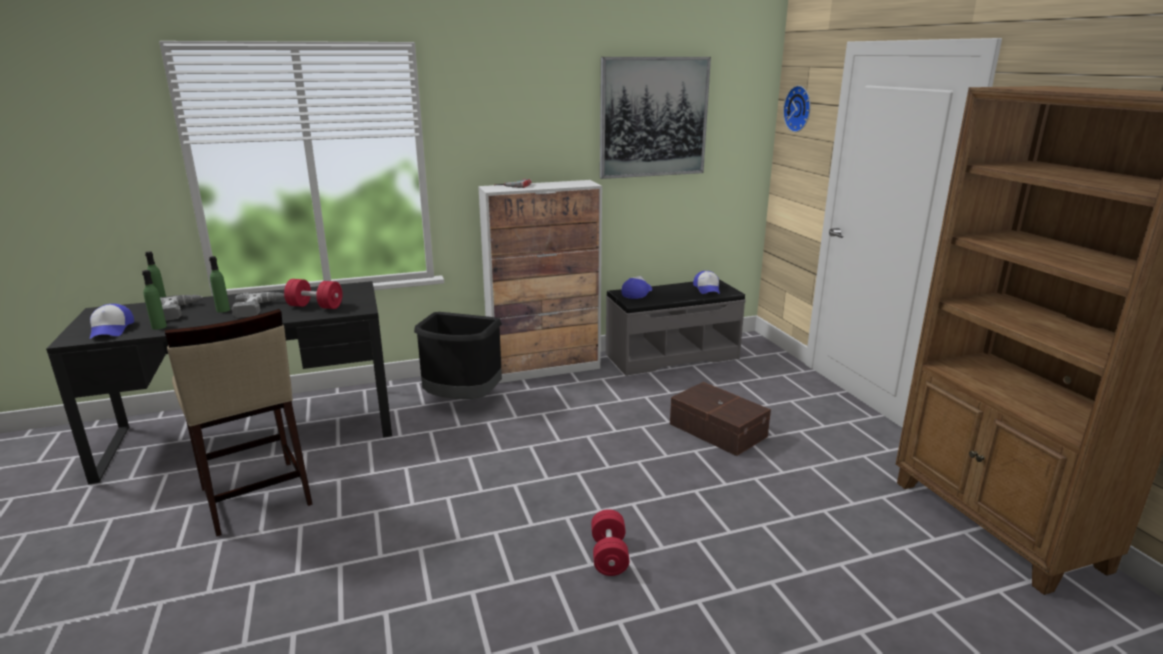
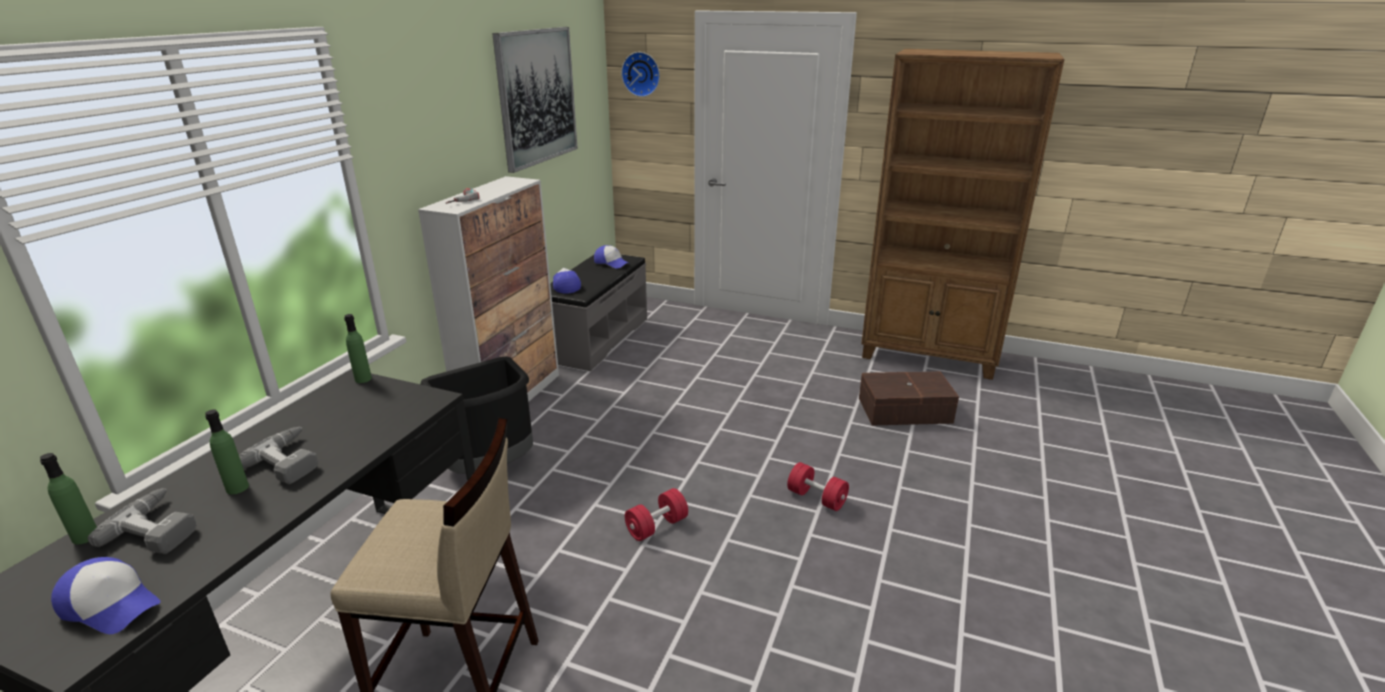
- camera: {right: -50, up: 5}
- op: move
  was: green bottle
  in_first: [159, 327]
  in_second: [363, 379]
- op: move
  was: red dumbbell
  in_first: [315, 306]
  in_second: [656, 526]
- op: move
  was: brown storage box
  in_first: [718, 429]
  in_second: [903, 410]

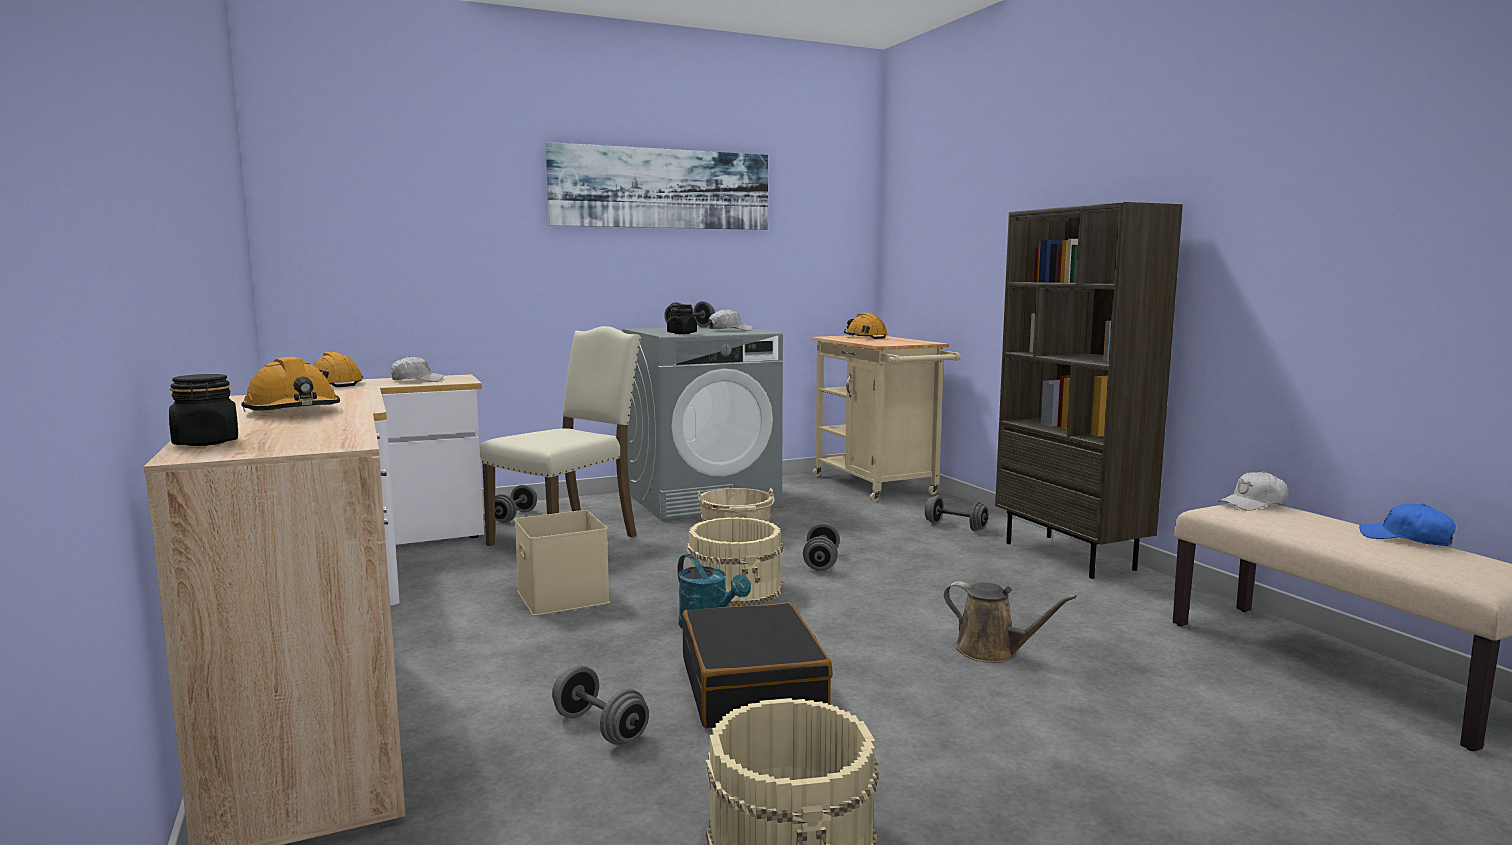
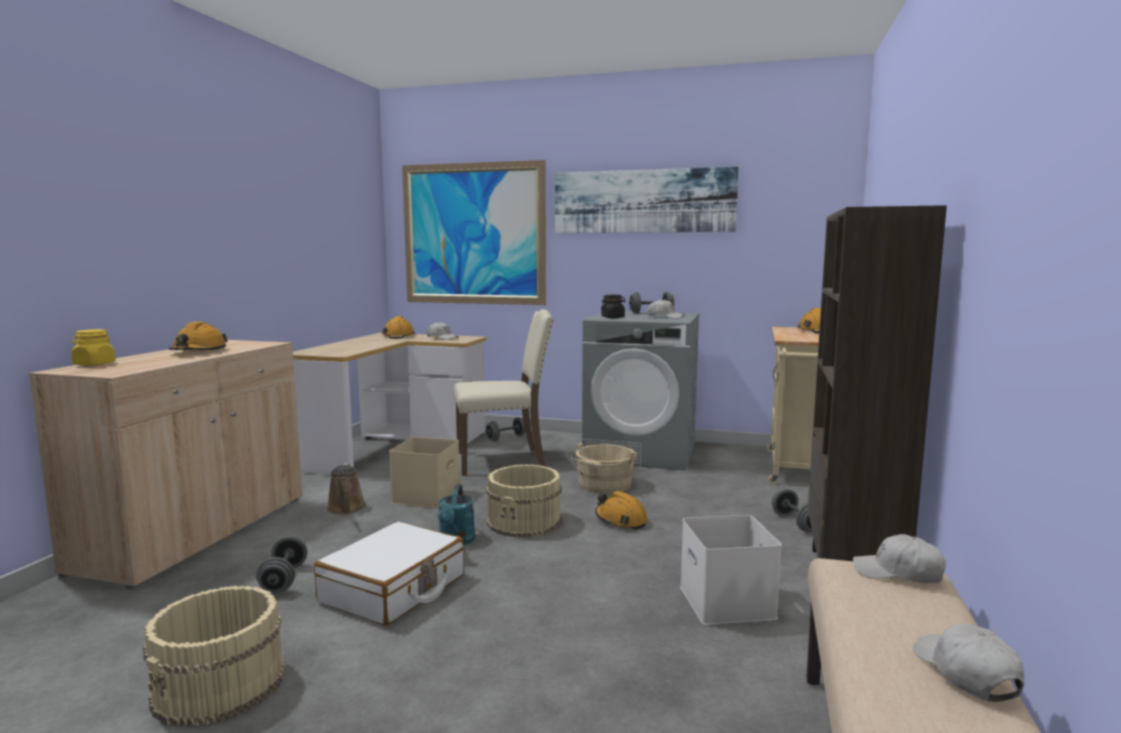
- camera: {right: 40, up: 0}
- op: recolor
  was: black jar
  now: yellow jar
  in_first: [206, 442]
  in_second: [94, 364]
- op: recolor
  was: blue cap
  now: white cap
  in_first: [1406, 539]
  in_second: [965, 673]
- op: replace
  was: grey dumbbell
  now: orange hard hat
  in_first: [821, 562]
  in_second: [621, 520]
- op: move
  was: brown watering can
  in_first: [992, 652]
  in_second: [346, 509]
- op: recolor
  was: black suitcase
  now: white suitcase
  in_first: [753, 687]
  in_second: [394, 589]
- op: insert
  now: picture
  in_second: [473, 234]
- op: insert
  now: white storage box
  in_second: [729, 603]

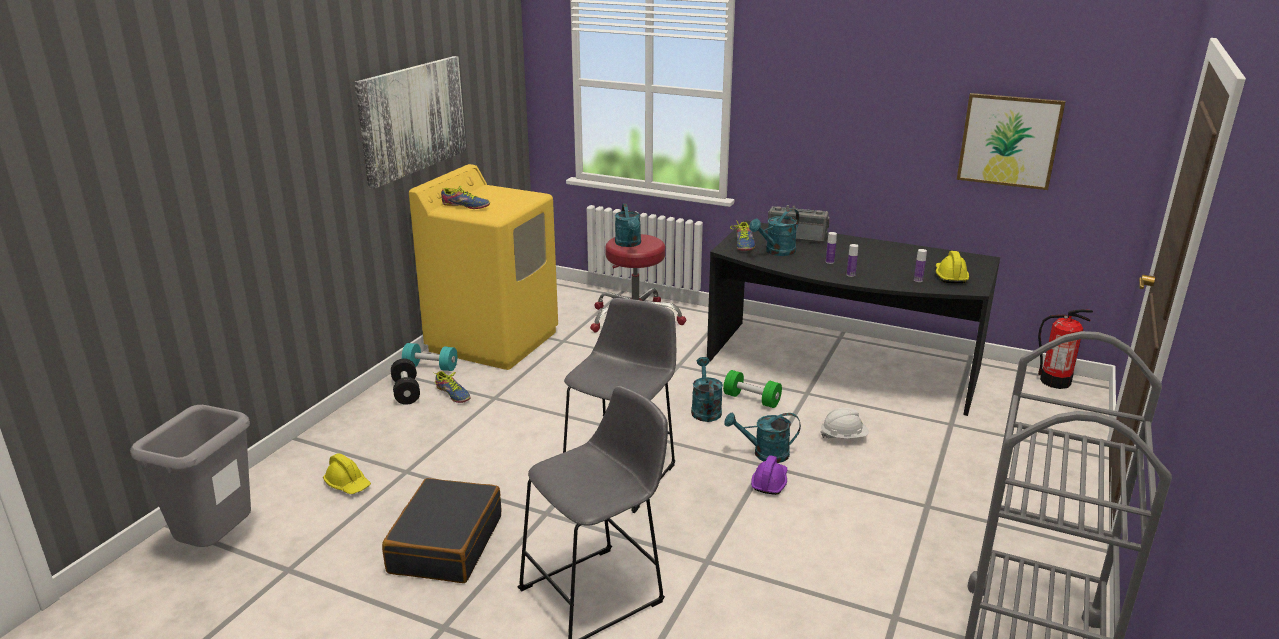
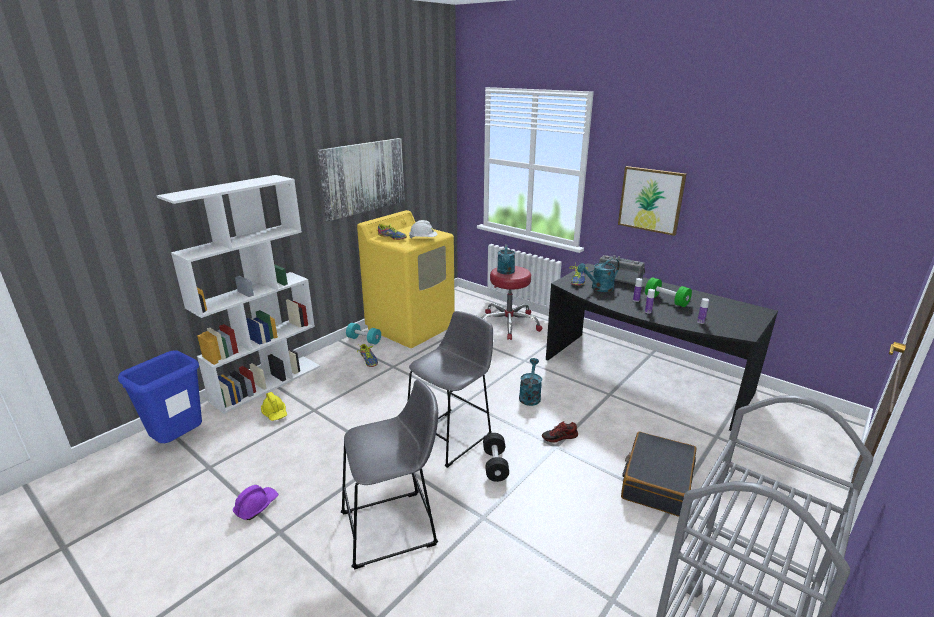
- camera: {right: 15, up: 0}
- op: move
  was: picture
  in_first: [1009, 141]
  in_second: [651, 200]
- op: delete
  was: yellow hard hat
  in_first: [950, 276]
- op: delete
  was: fire extinguisher
  in_first: [1054, 381]
- op: move
  was: black dumbbell
  in_first: [406, 392]
  in_second: [495, 465]
- op: move
  was: green dumbbell
  in_first: [751, 399]
  in_second: [666, 300]
- op: recolor
  was: grey trash can
  now: blue trash can
  in_first: [219, 544]
  in_second: [180, 441]
- op: move
  was: white hard hat
  in_first: [843, 437]
  in_second: [423, 239]
- op: replace
  was: turquoise watering can
  now: shoe
  in_first: [764, 454]
  in_second: [559, 437]
- op: move
  was: purple hard hat
  in_first: [769, 482]
  in_second: [256, 506]
- op: move
  was: black suitcase
  in_first: [445, 544]
  in_second: [656, 482]
- op: insert
  now: white bookcase
  in_second: [267, 383]

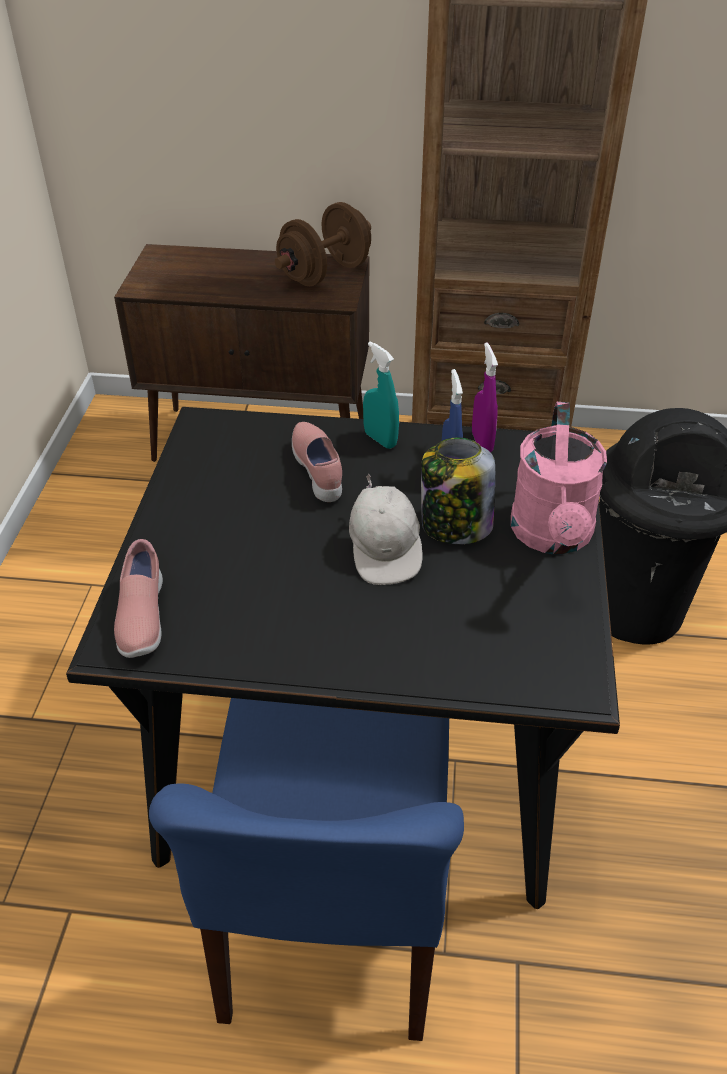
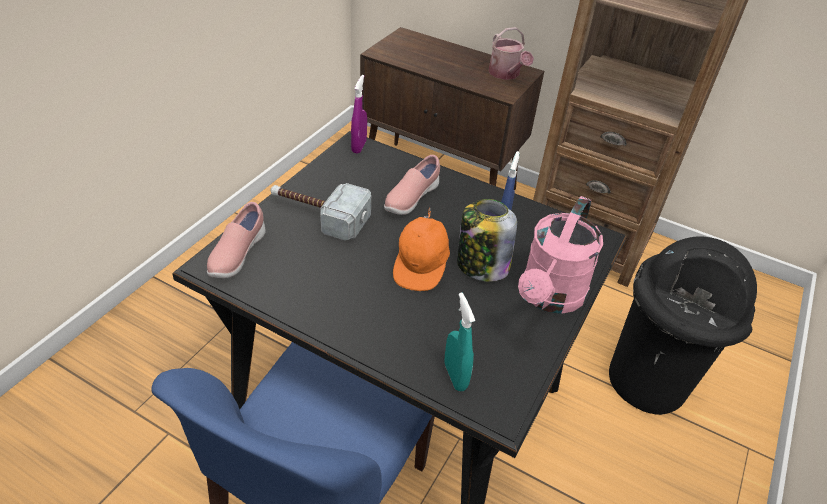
- camera: {right: 20, up: 0}
- op: replace
  was: brown dumbbell
  now: watering can
  in_first: [325, 273]
  in_second: [506, 74]
- op: move
  was: turquoise spray bottle
  in_first: [380, 439]
  in_second: [455, 376]
- op: move
  was: purple spray bottle
  in_first: [482, 443]
  in_second: [359, 146]
- op: rotate
  was: pink shoe
  in_first: [319, 471]
  in_second: [411, 199]
  clockwise: -150
- op: recolor
  was: white cap
  now: orange cap
  in_first: [385, 551]
  in_second: [421, 266]
- op: insert
  now: hammer
  in_second: [318, 215]

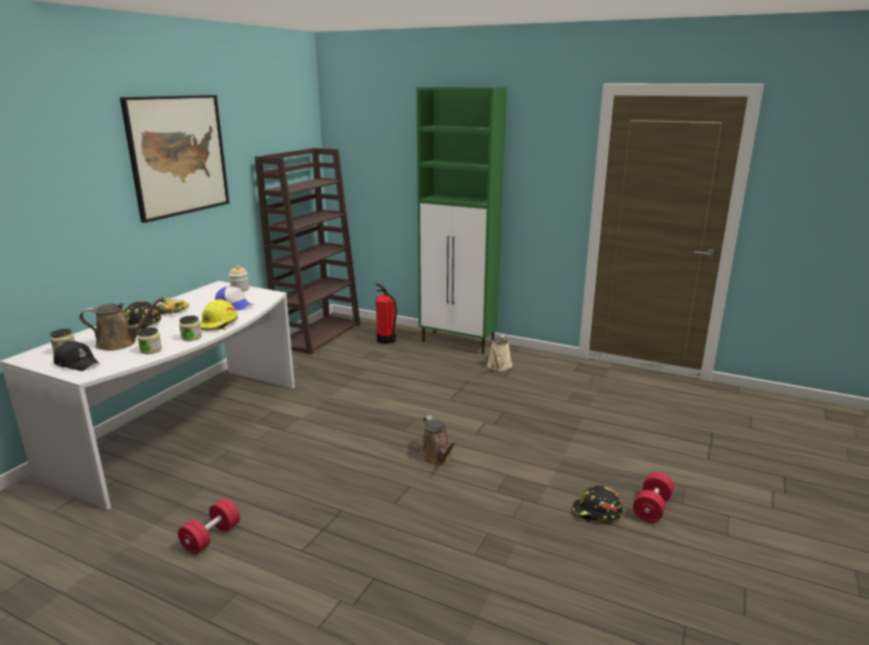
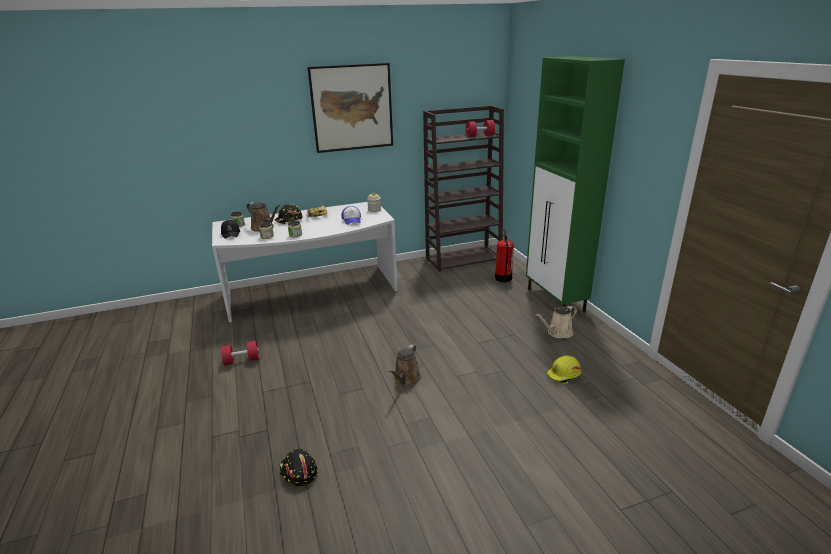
- camera: {right: 45, up: 5}
- op: move
  was: yellow hard hat
  in_first: [219, 324]
  in_second: [564, 375]
- op: move
  was: red dumbbell
  in_first: [652, 508]
  in_second: [480, 136]
- op: move
  was: black hard hat
  in_first: [596, 513]
  in_second: [298, 472]

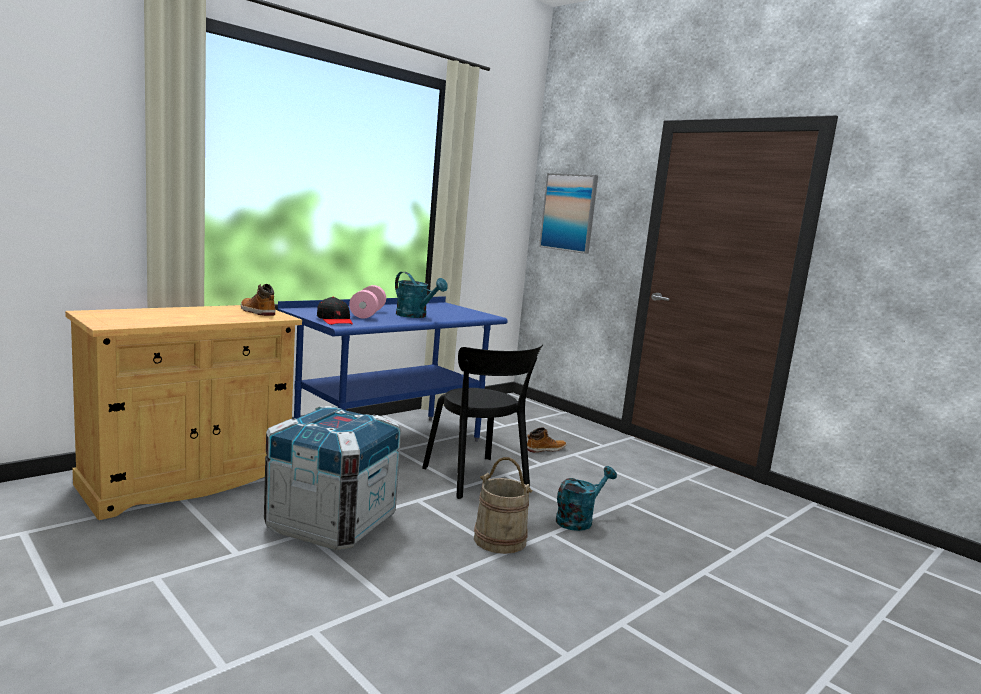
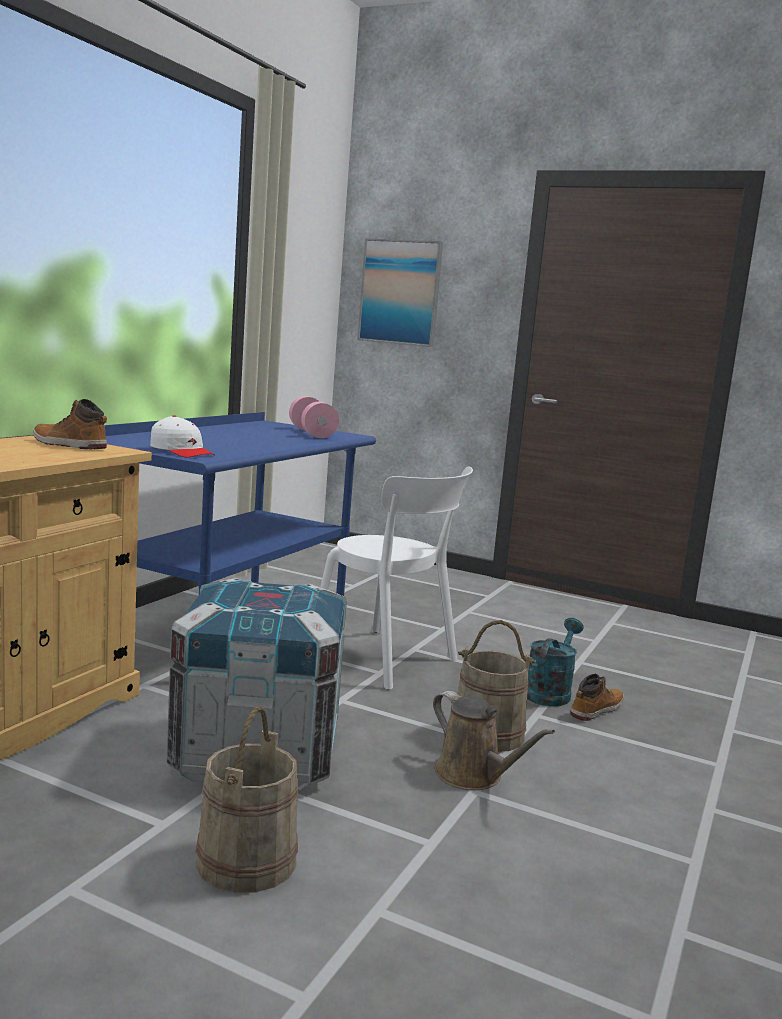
- camera: {right: -20, up: 0}
- op: delete
  was: turquoise watering can
  in_first: [415, 316]
- op: move
  was: pink dumbbell
  in_first: [367, 314]
  in_second: [312, 433]
- op: recolor
  was: black cap
  now: white cap
  in_first: [335, 320]
  in_second: [182, 451]
- op: recolor
  was: black chair
  now: white chair
  in_first: [477, 479]
  in_second: [387, 660]
- op: move
  was: boot
  in_first: [545, 449]
  in_second: [595, 710]
- op: insert
  now: brown watering can
  in_second: [473, 776]
- op: insert
  now: beige bucket
  in_second: [246, 860]

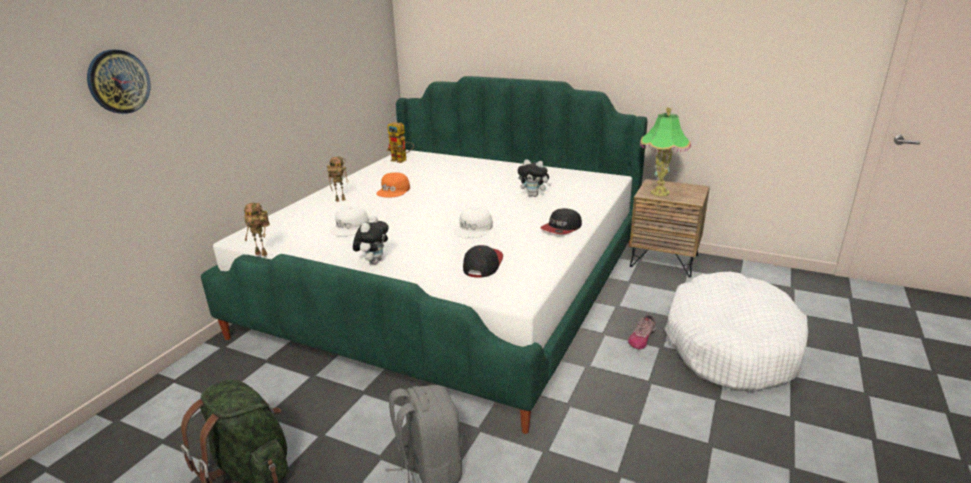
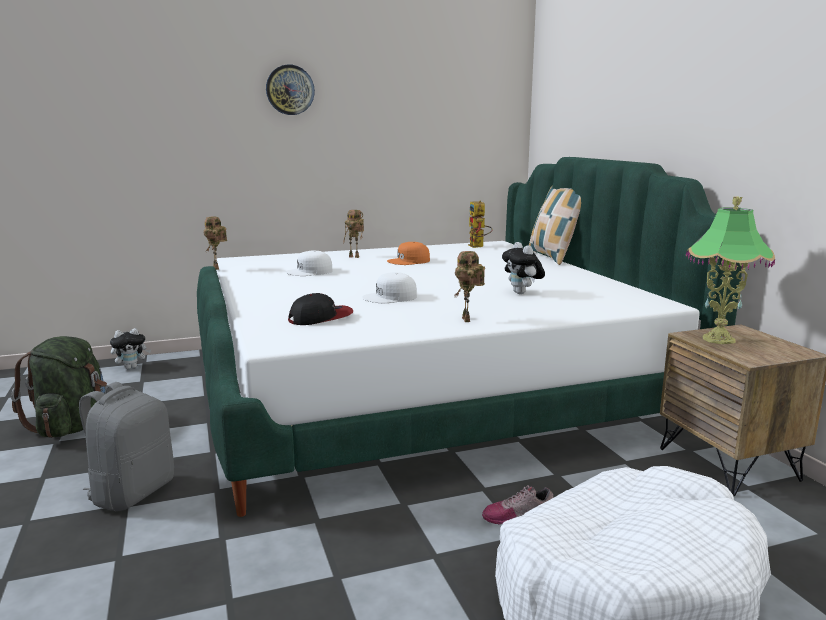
- camera: {right: 45, up: -10}
- op: move
  was: wall clock
  in_first: [118, 81]
  in_second: [290, 90]
- op: replace
  was: cap
  now: toy robot
  in_first: [561, 228]
  in_second: [468, 320]
- op: move
  was: plush toy
  in_first: [373, 261]
  in_second: [132, 367]
- op: insert
  now: pillow
  in_second: [554, 257]

